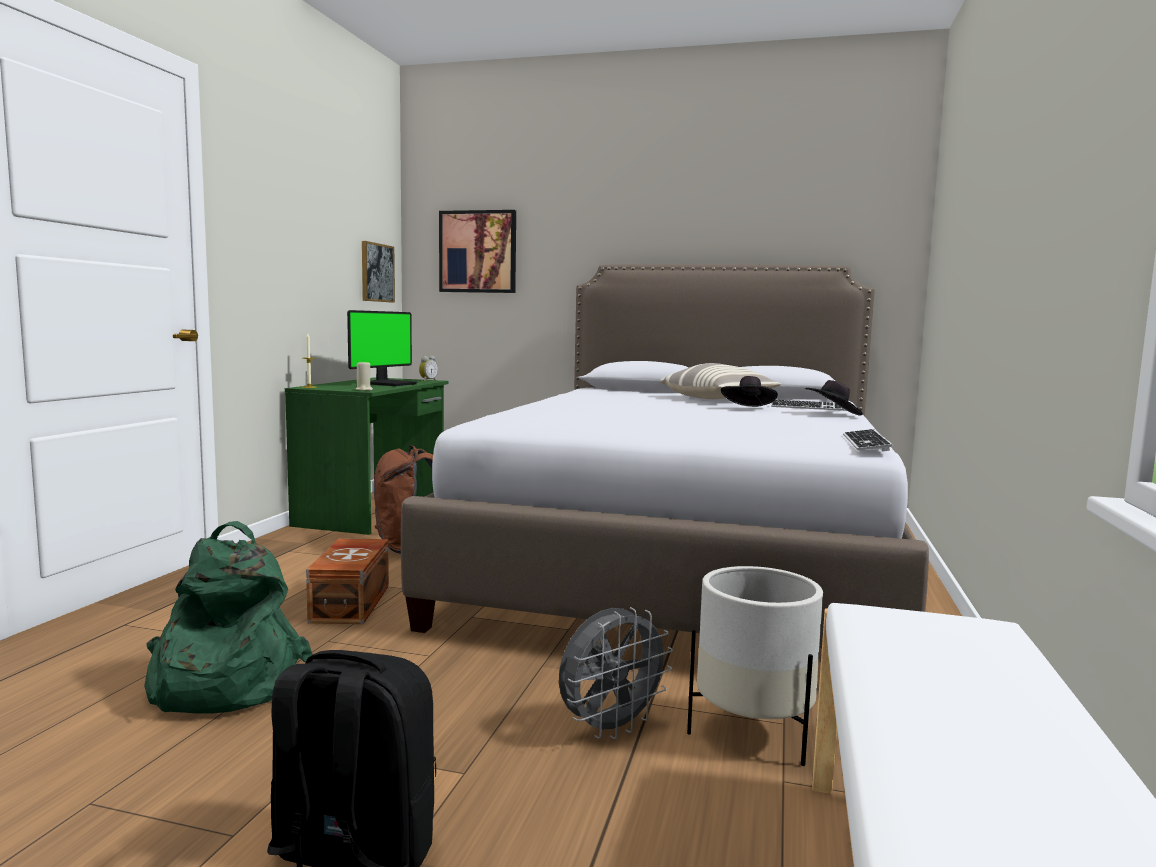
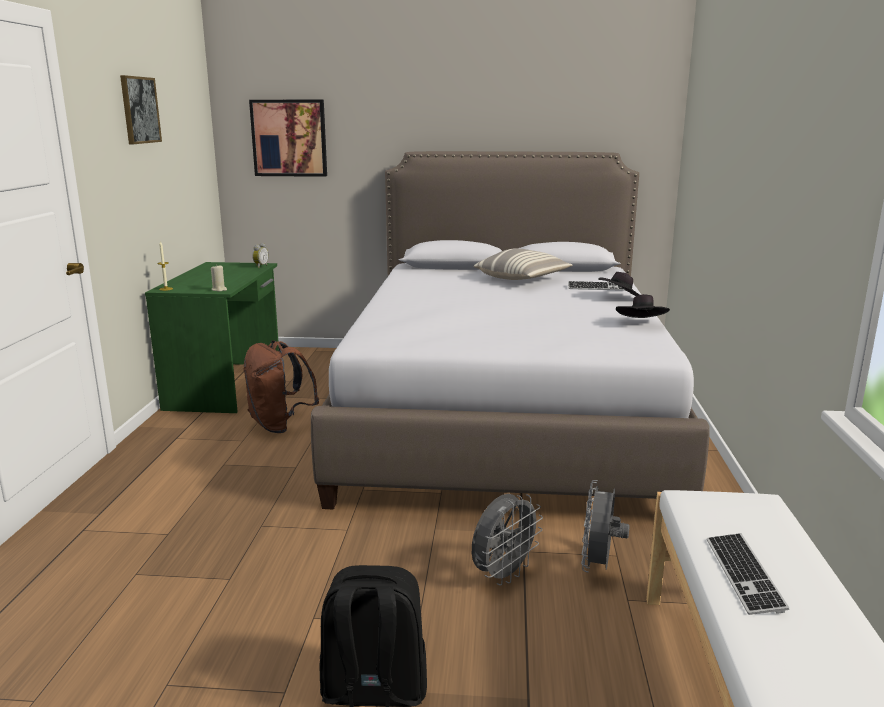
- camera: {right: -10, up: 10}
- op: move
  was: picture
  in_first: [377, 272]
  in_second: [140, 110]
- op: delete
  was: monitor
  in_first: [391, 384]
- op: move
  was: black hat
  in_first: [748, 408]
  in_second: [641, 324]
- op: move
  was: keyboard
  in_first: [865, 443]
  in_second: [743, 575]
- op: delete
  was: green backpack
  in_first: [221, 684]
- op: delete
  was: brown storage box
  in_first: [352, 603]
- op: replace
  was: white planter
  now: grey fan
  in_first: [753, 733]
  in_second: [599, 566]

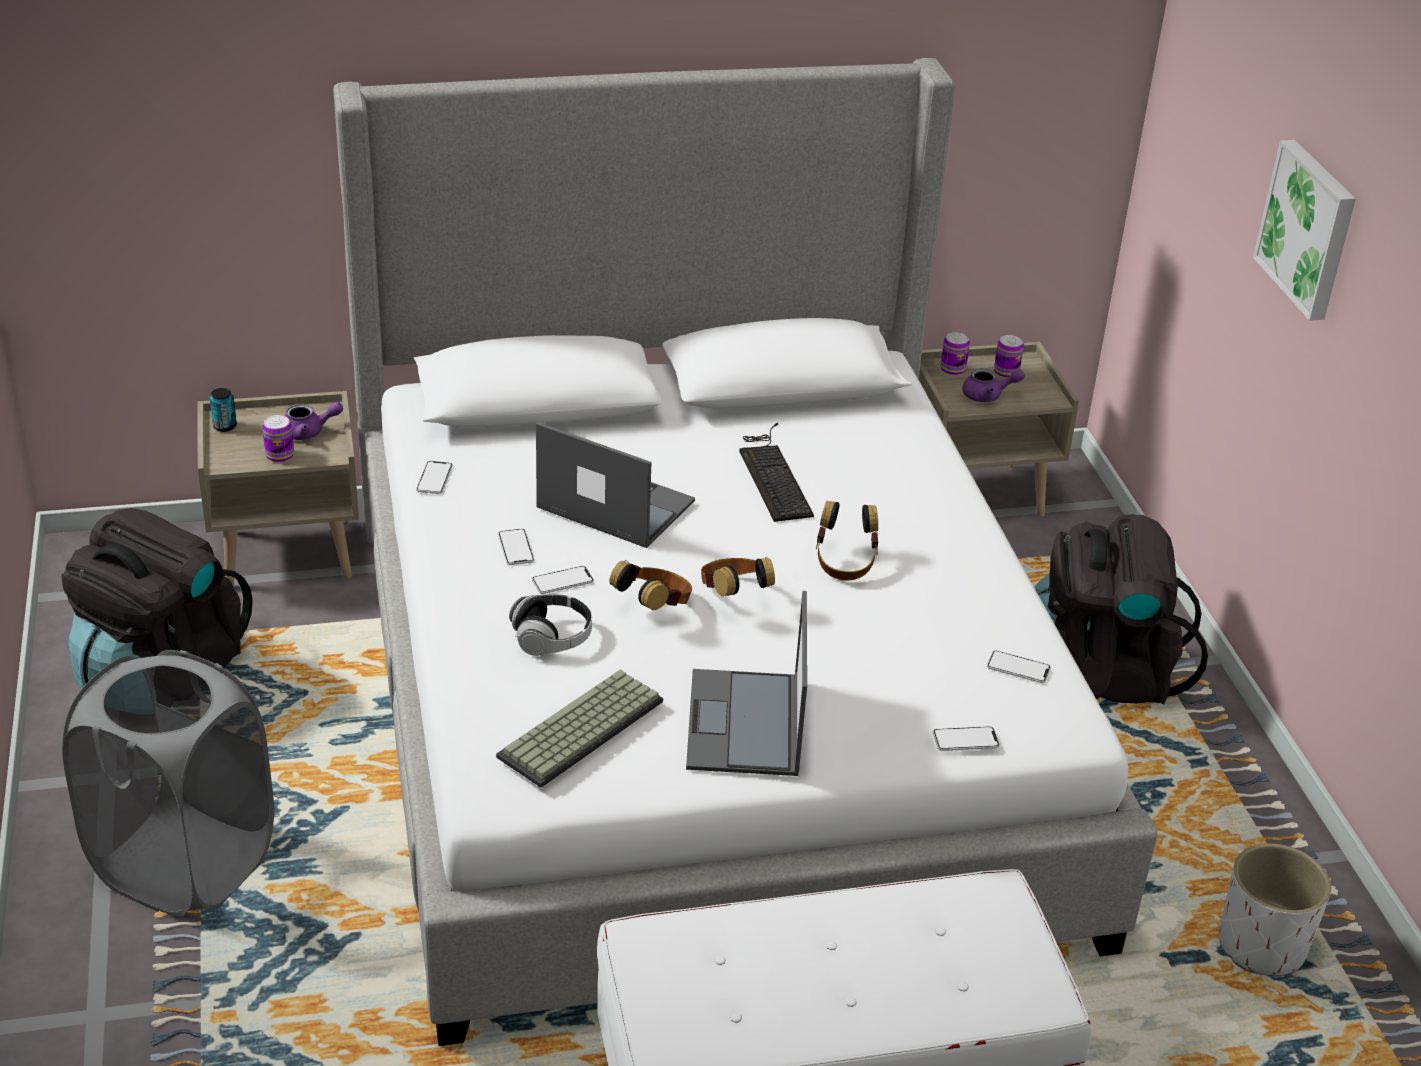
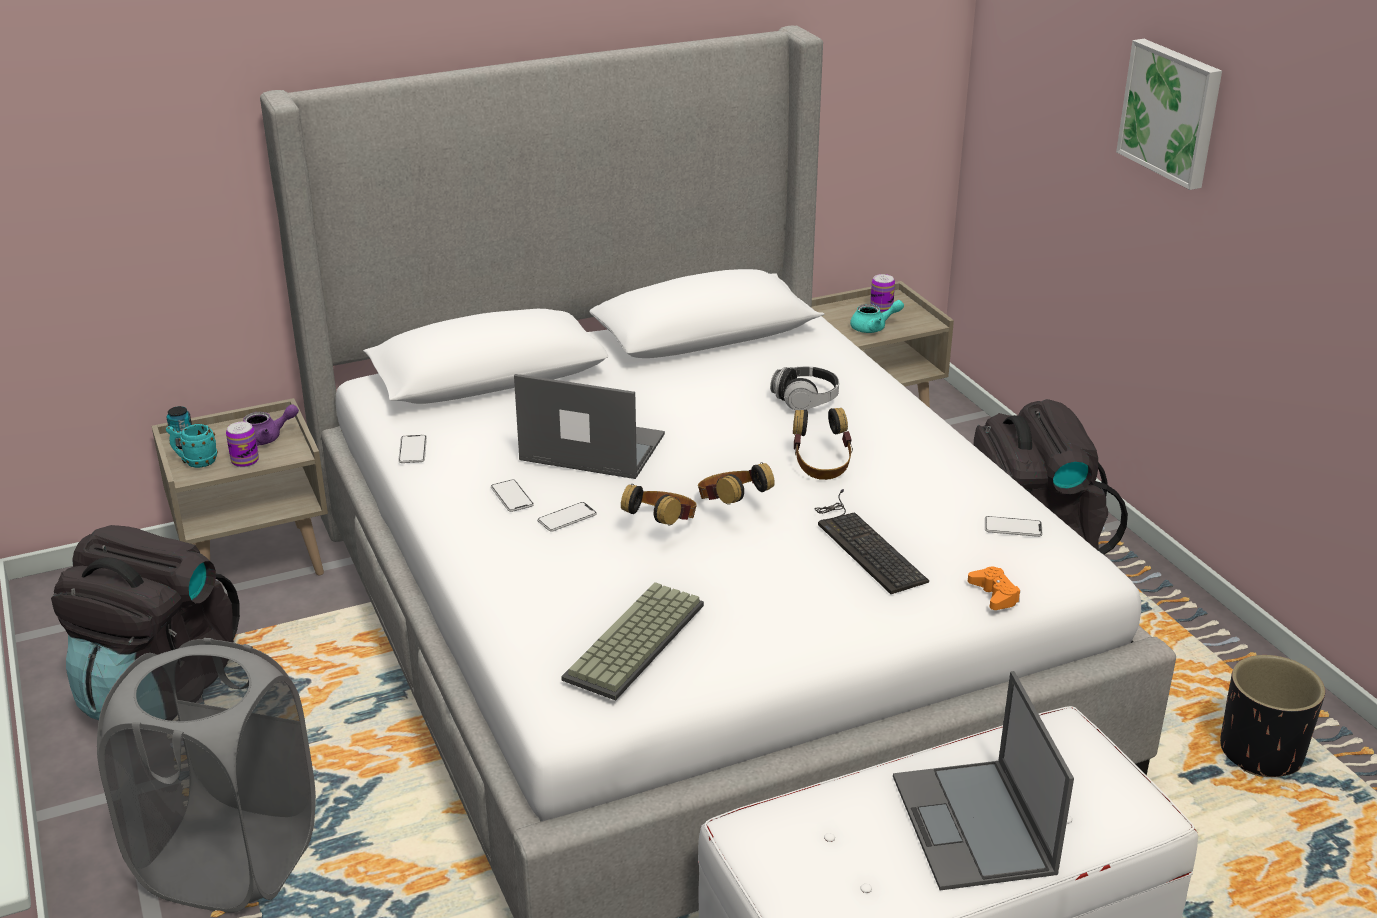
- camera: {right: -10, up: -5}
- op: delete
  was: can
  in_first: [953, 369]
- op: recolor
  was: purple teapot
  now: turquoise teapot
  in_first: [988, 396]
  in_second: [873, 328]
- op: move
  was: keyboard
  in_first: [773, 474]
  in_second: [864, 543]
- op: move
  was: laptop
  in_first: [745, 724]
  in_second: [974, 826]
- op: move
  was: headphones
  in_first: [551, 638]
  in_second: [805, 400]
- op: replace
  was: phone
  now: orange game controller
  in_first: [965, 740]
  in_second: [994, 594]
- op: recolor
  was: white planter
  now: black planter
  in_first: [1261, 946]
  in_second: [1261, 753]
- op: insert
  now: turquoise mug
  in_second: [195, 462]

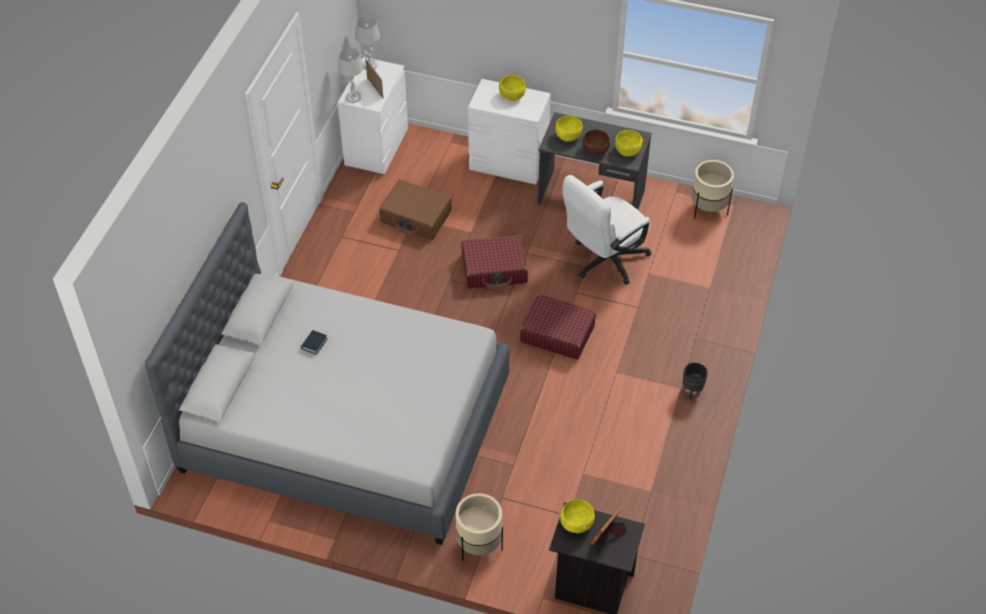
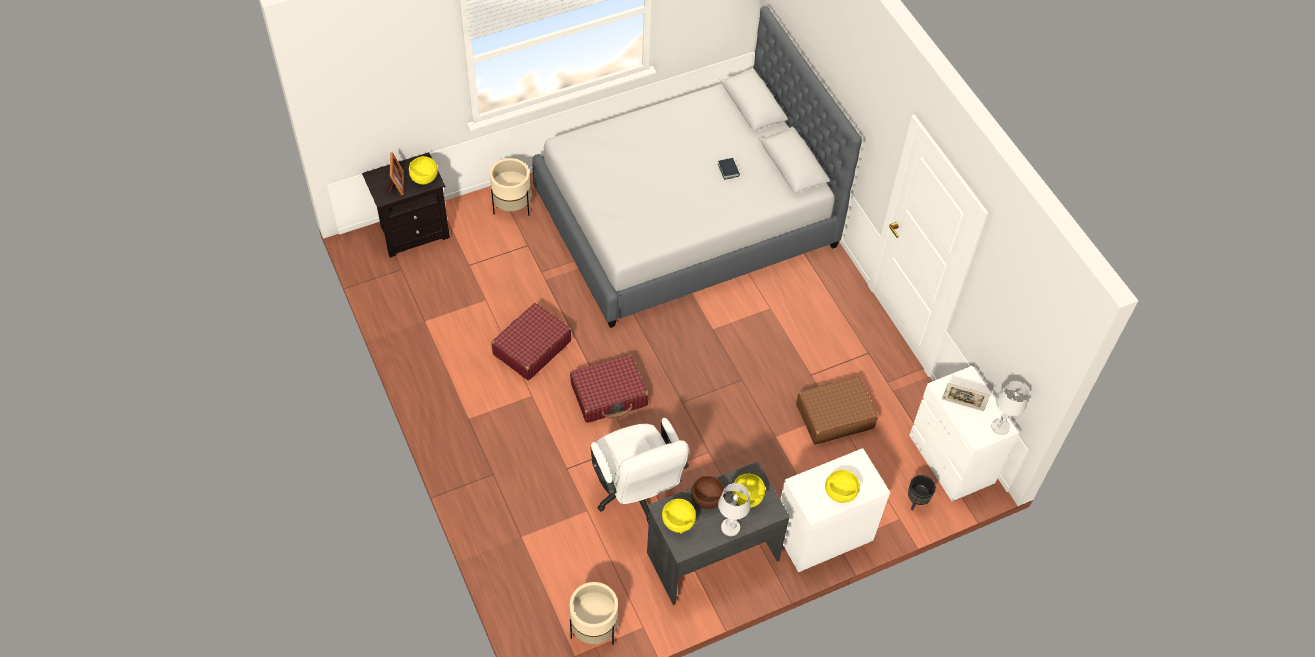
- camera: {right: 135, up: 5}
- op: move
  was: white table lamp
  in_first: [353, 97]
  in_second: [730, 527]
- op: rotate
  was: white office chair
  in_first: [604, 261]
  in_second: [636, 493]
  clockwise: 150
- op: move
  was: red suitcase
  in_first: [494, 269]
  in_second: [531, 348]
- op: move
  was: black planter
  in_first: [692, 391]
  in_second: [917, 502]

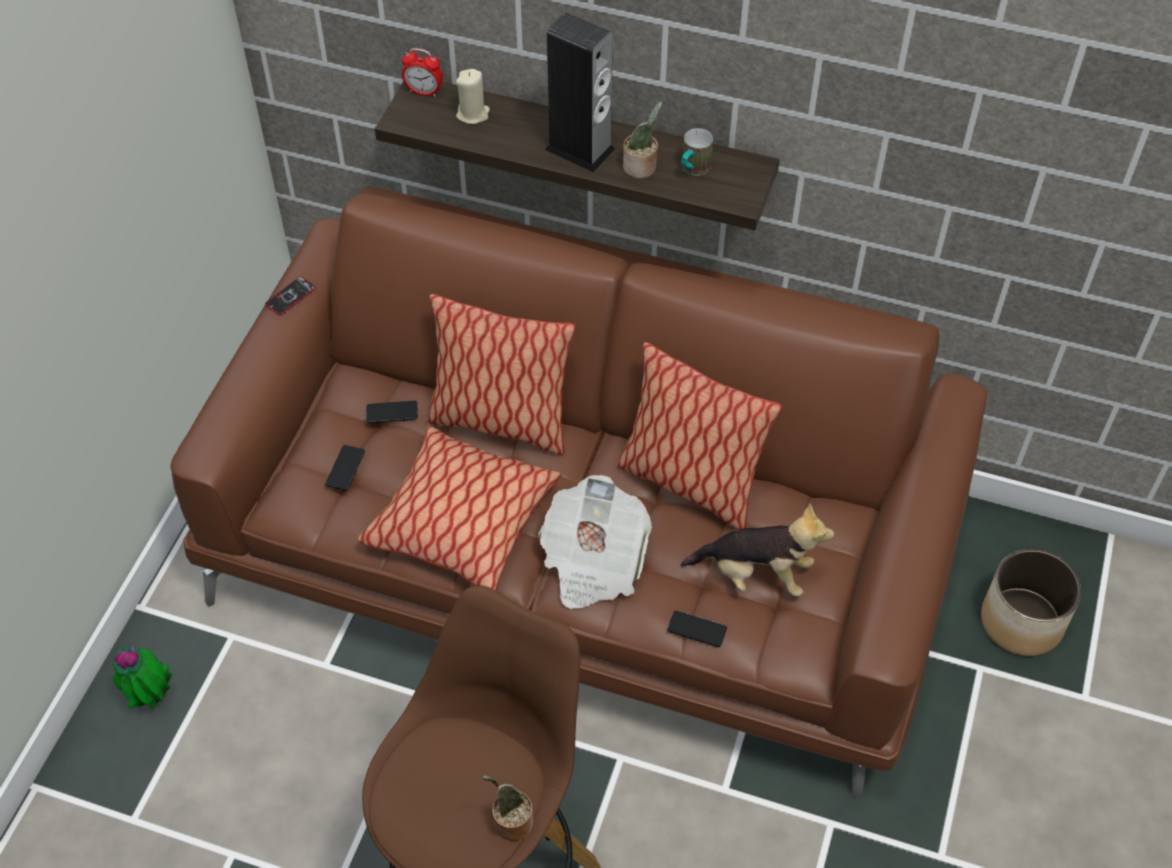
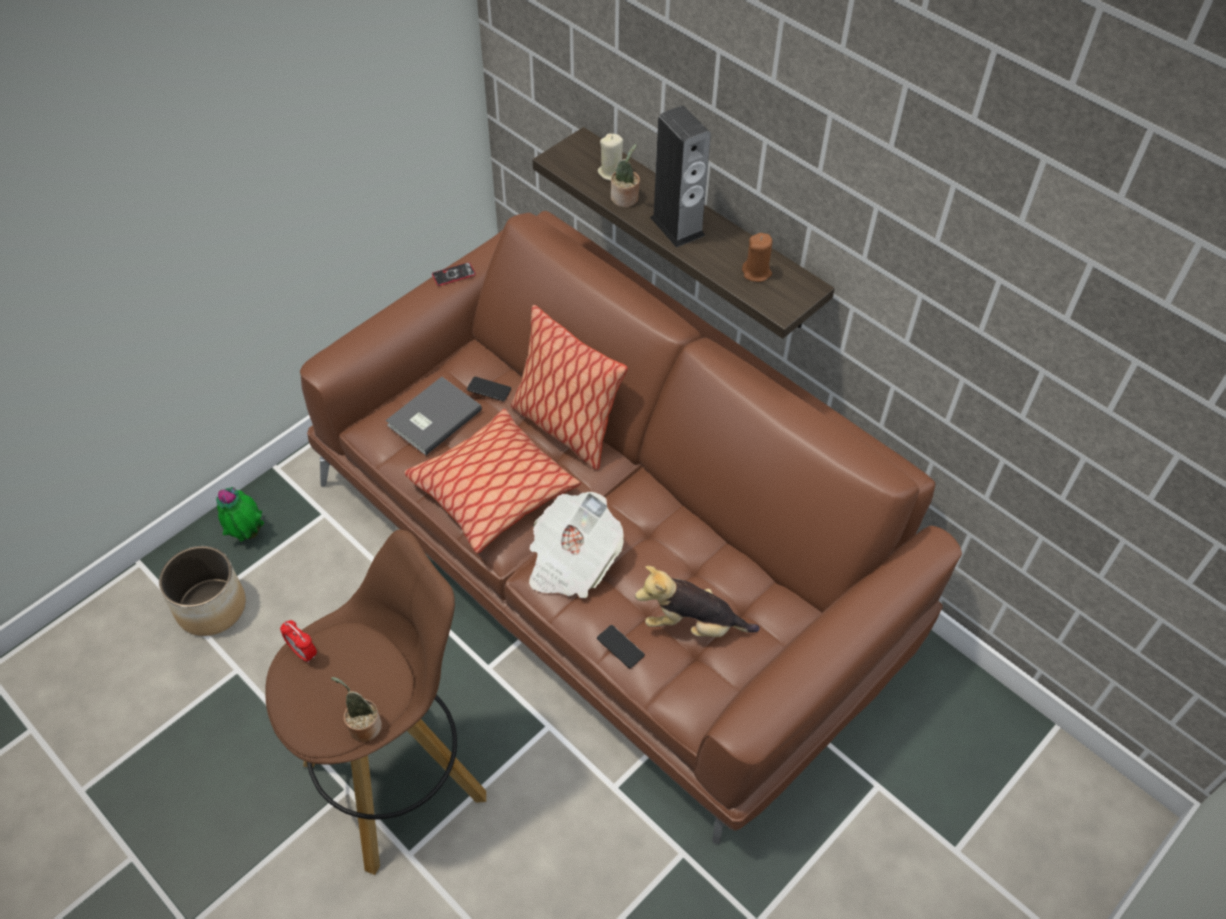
- camera: {right: 25, up: 0}
- op: move
  was: alarm clock
  in_first: [424, 92]
  in_second: [303, 652]
- op: move
  was: potted plant
  in_first: [641, 168]
  in_second: [625, 199]
- op: replace
  was: mug
  now: brown candle
  in_first: [692, 170]
  in_second: [757, 272]
- op: delete
  was: pillow
  in_first: [689, 482]
- op: replace
  was: phone
  now: grey book
  in_first: [345, 468]
  in_second: [432, 417]
- op: rotate
  was: plush toy
  in_first: [756, 574]
  in_second: [692, 624]
  clockwise: 150
- op: move
  was: planter
  in_first: [1022, 622]
  in_second: [211, 607]

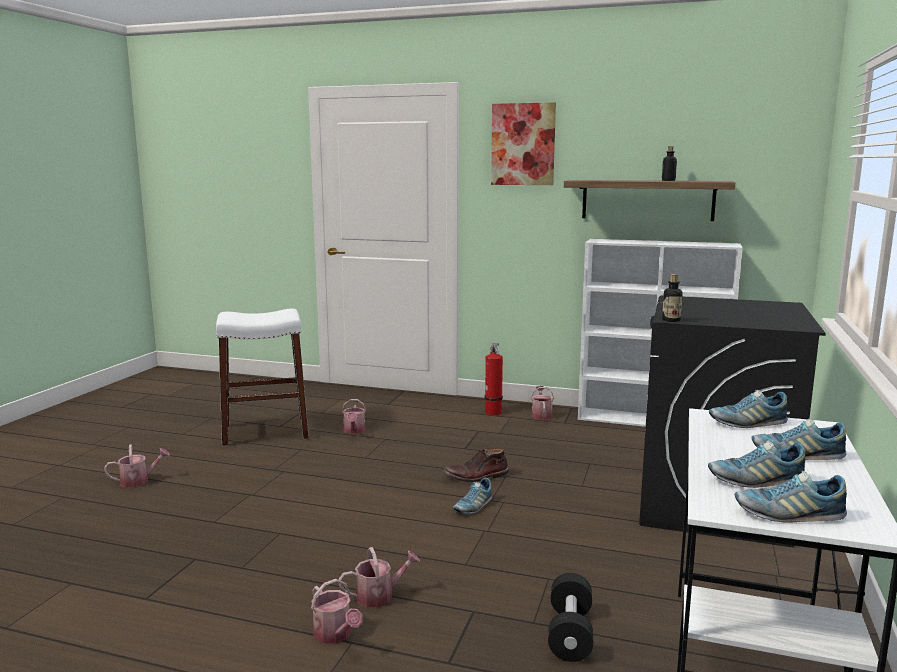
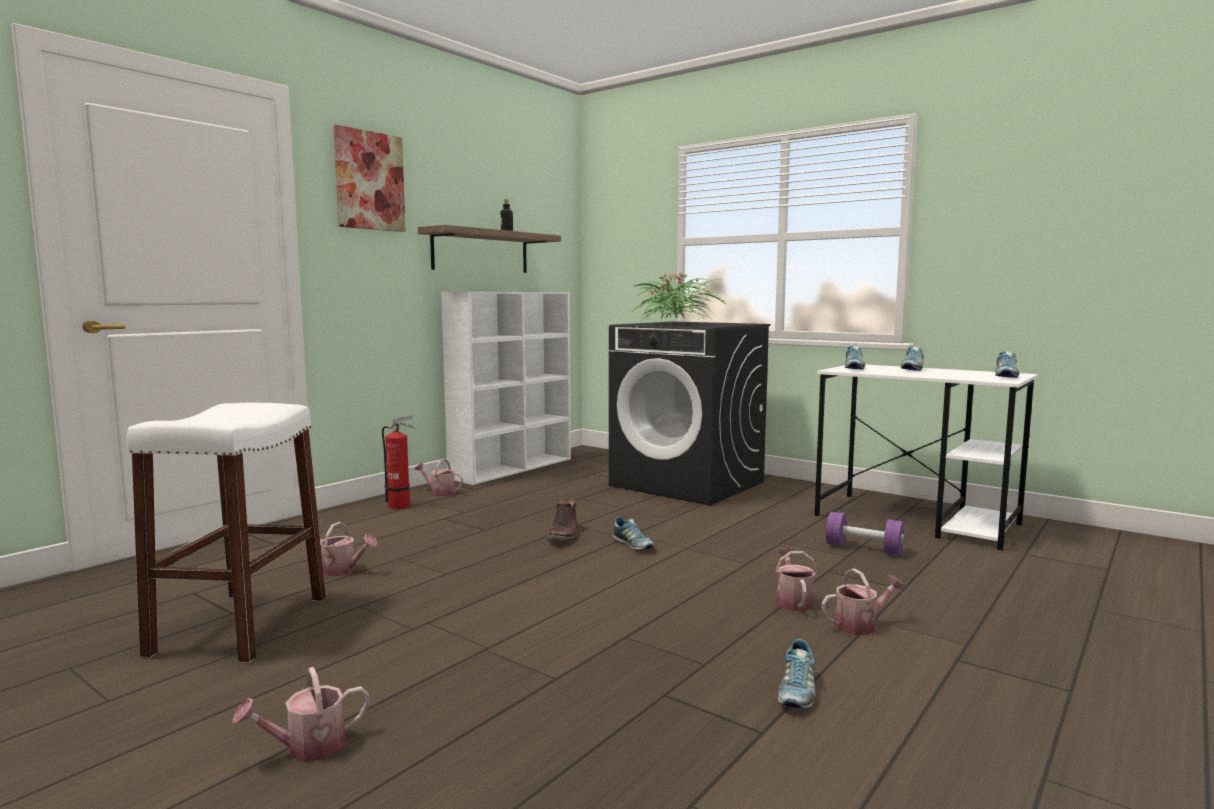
- camera: {right: -70, up: -5}
- op: delete
  was: bottle
  in_first: [671, 320]
- op: move
  was: shoe
  in_first: [755, 480]
  in_second: [796, 692]
- op: rotate
  was: watering can
  in_first: [139, 481]
  in_second: [307, 748]
  clockwise: -120
- op: recolor
  was: black dumbbell
  now: purple dumbbell
  in_first: [570, 633]
  in_second: [863, 549]
- op: insert
  now: potted plant
  in_second: [674, 324]

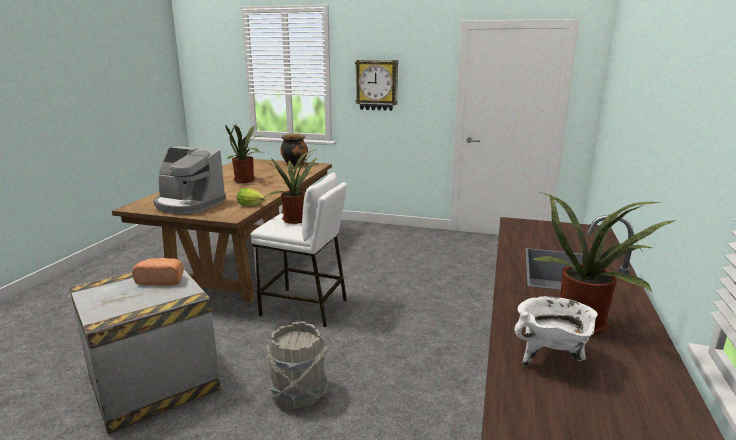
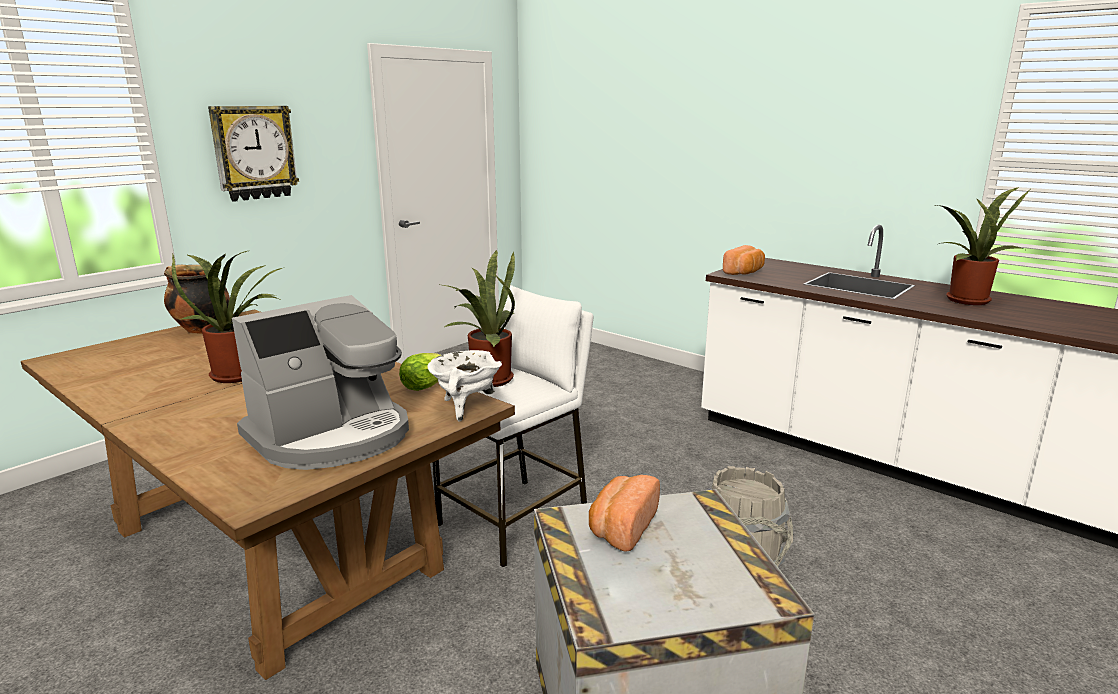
- camera: {right: -65, up: 0}
- op: move
  was: white cooking pot
  in_first: [550, 358]
  in_second: [465, 408]
- op: insert
  now: bread
  in_second: [744, 272]

